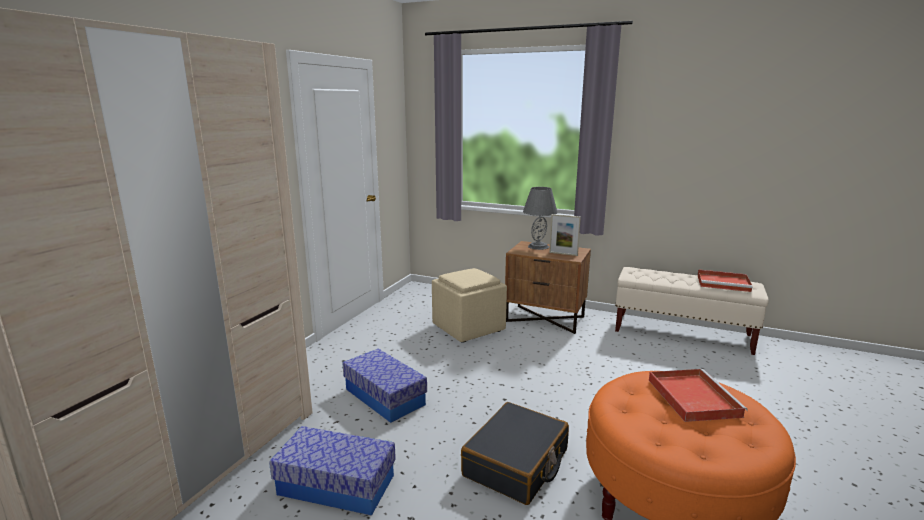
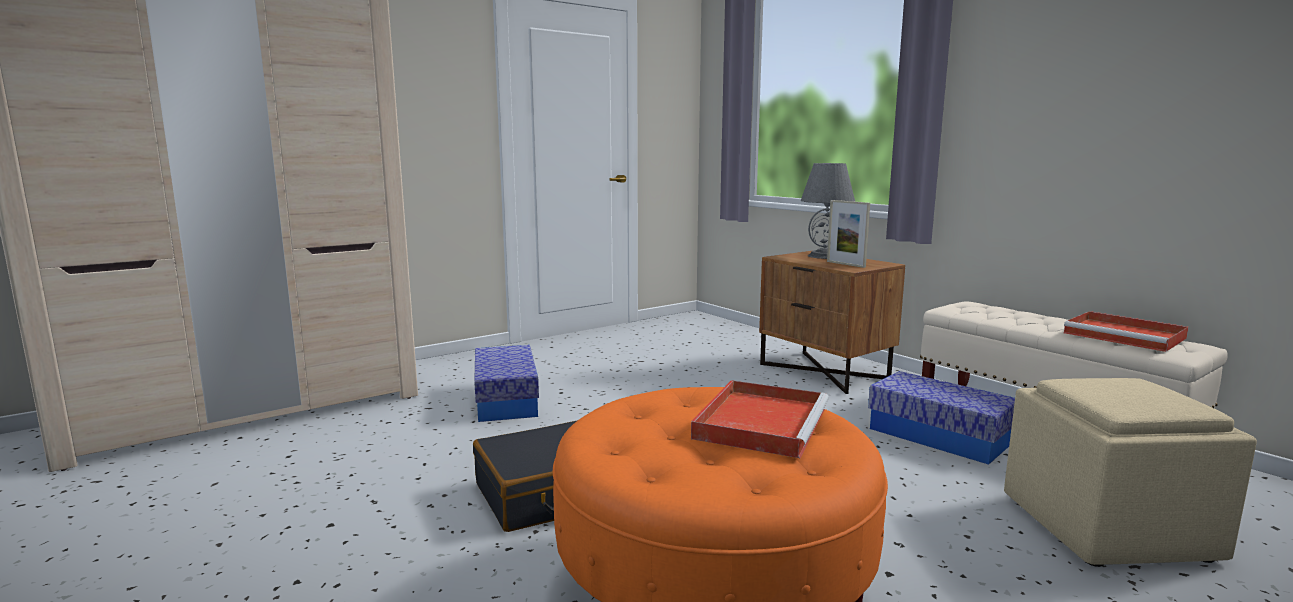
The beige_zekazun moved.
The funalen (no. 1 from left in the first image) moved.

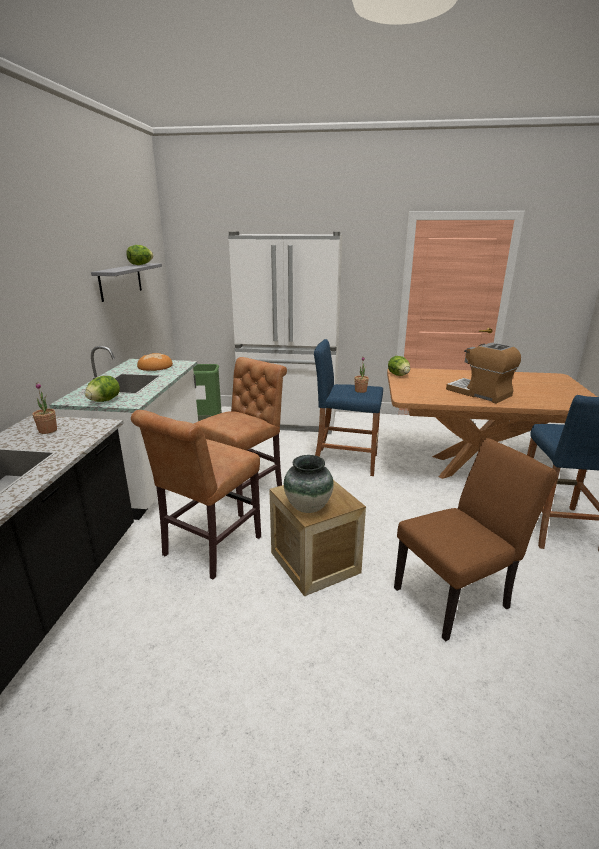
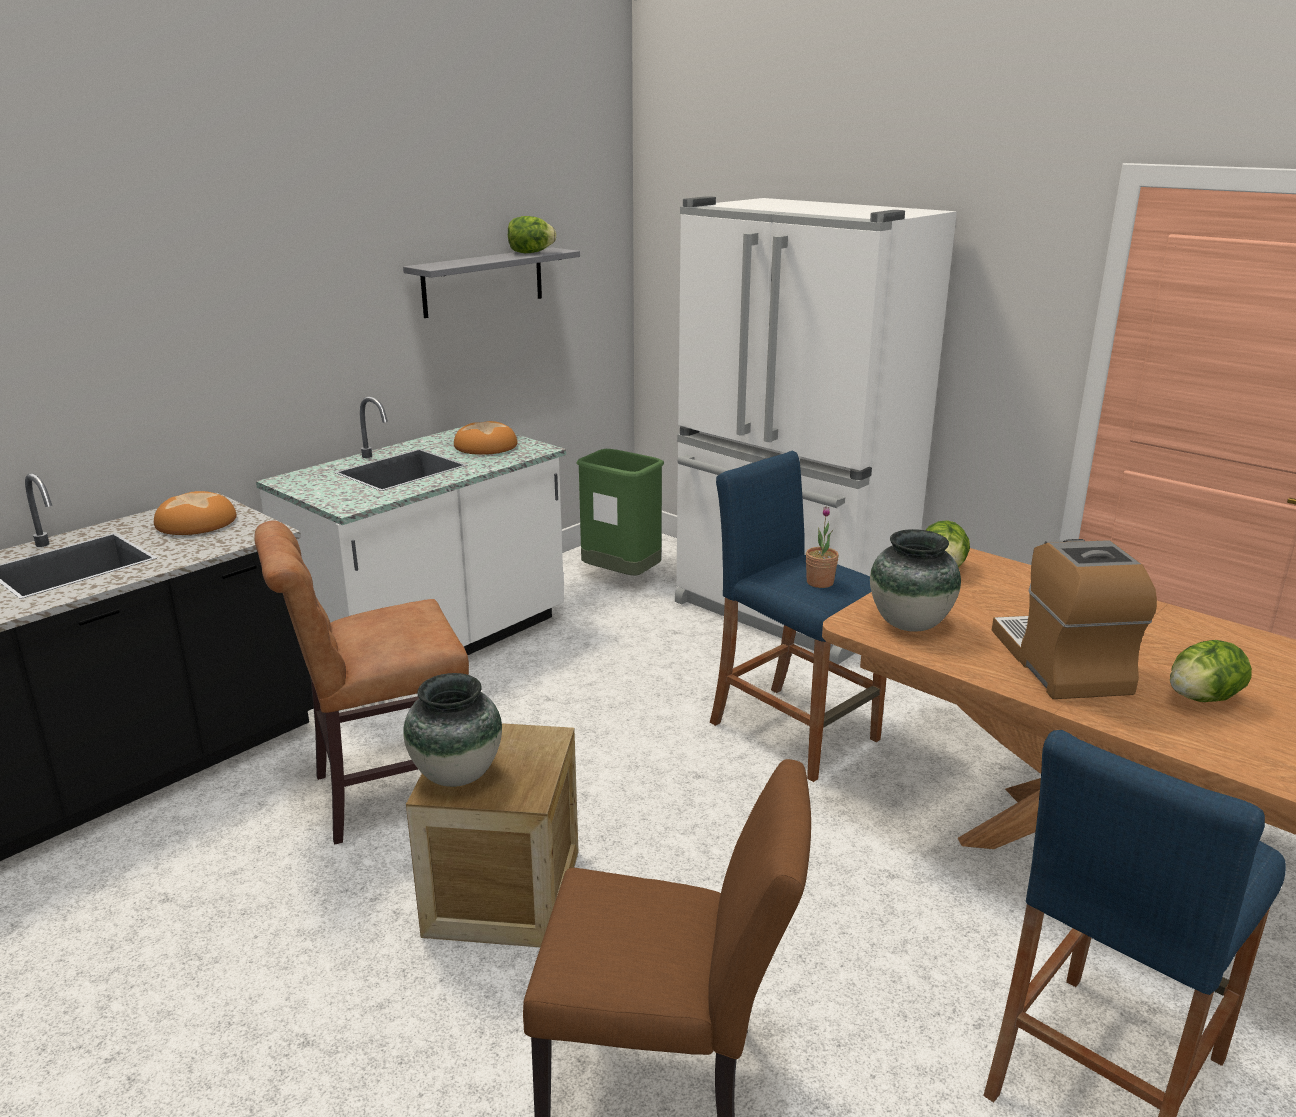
The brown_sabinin (no. 2 from left) disappeared.
The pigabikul (no. 1 from left in the first image) moved.
The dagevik (no. 1 from left) was replaced by the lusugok (no. 1 from left).
The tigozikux (no. 2 from left) appeared.

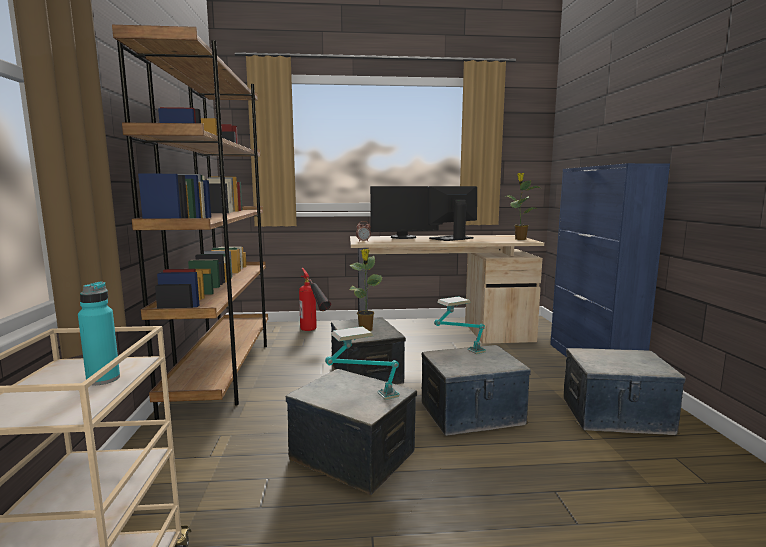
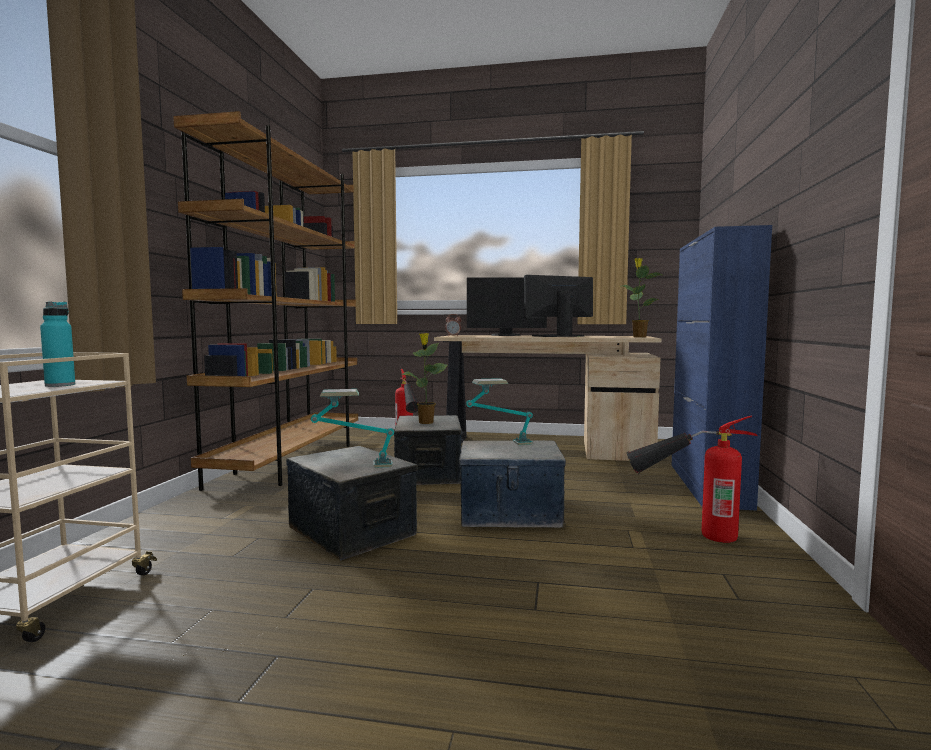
The funalen (no. 4 from left) was replaced by the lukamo (no. 2 from left).

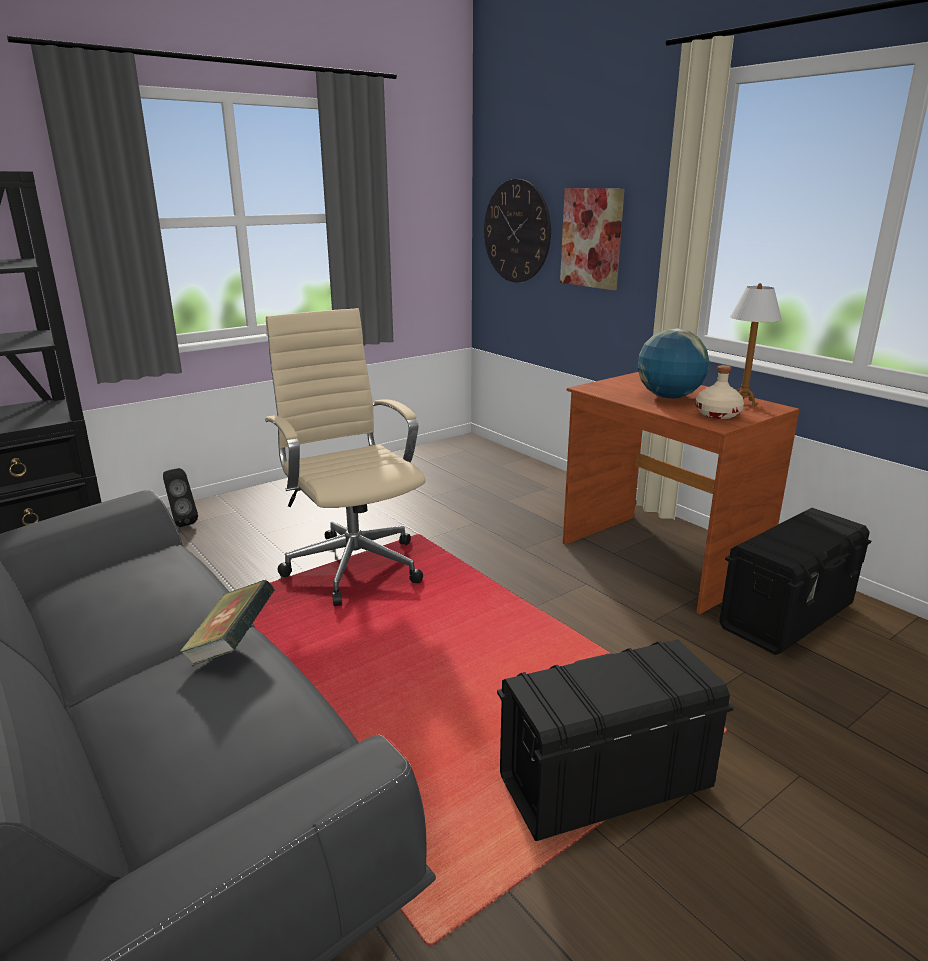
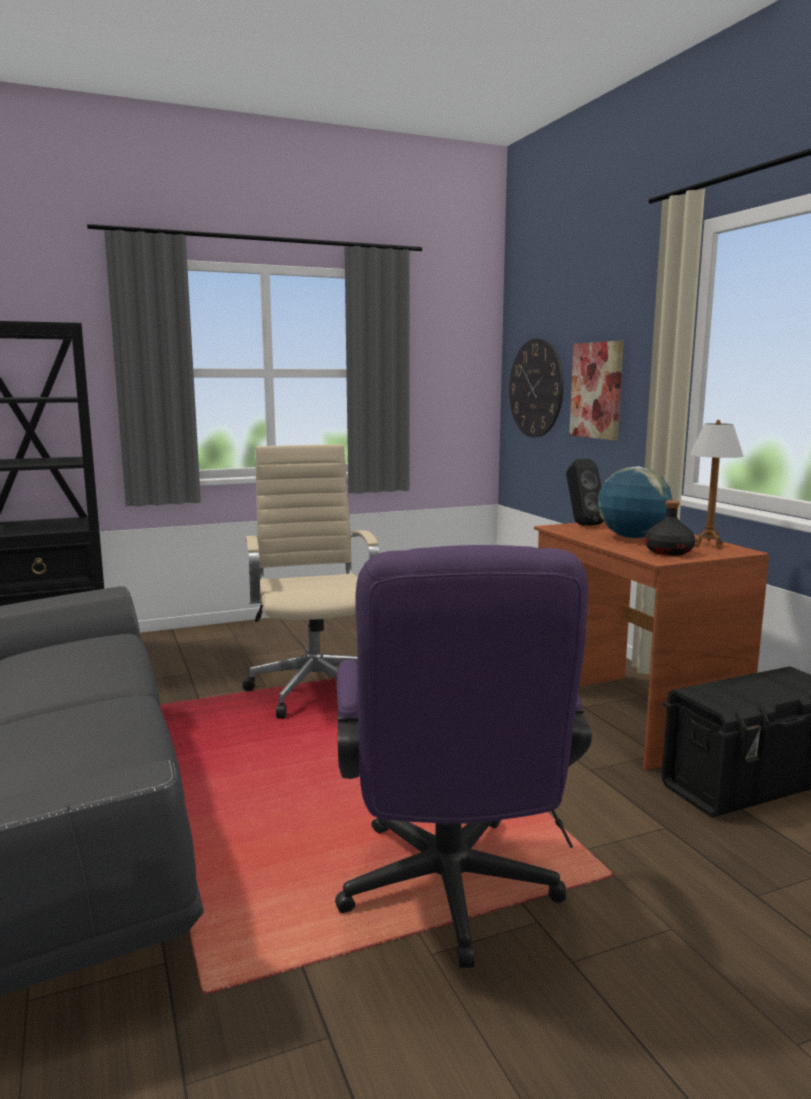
The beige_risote became the black_risote.
The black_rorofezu moved.
The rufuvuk disappeared.
The black_funalen (no. 1 from left) was replaced by the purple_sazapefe.

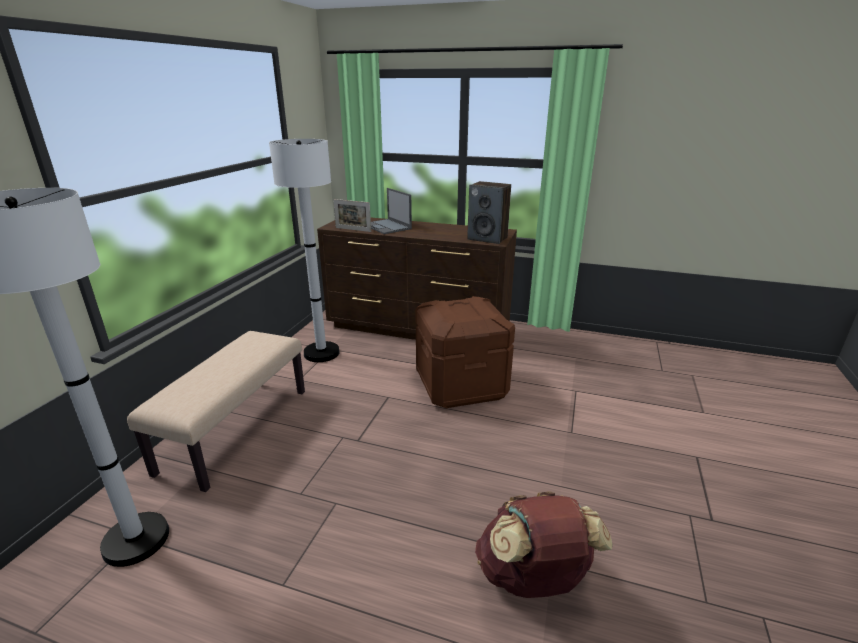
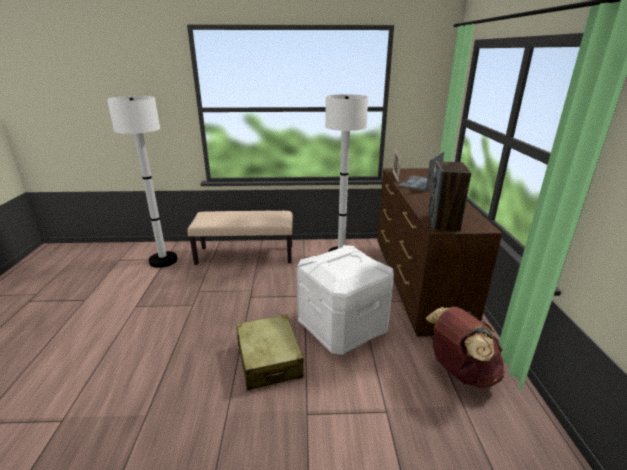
The brown_funalen became the white_funalen.
The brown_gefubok moved.
The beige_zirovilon appeared.

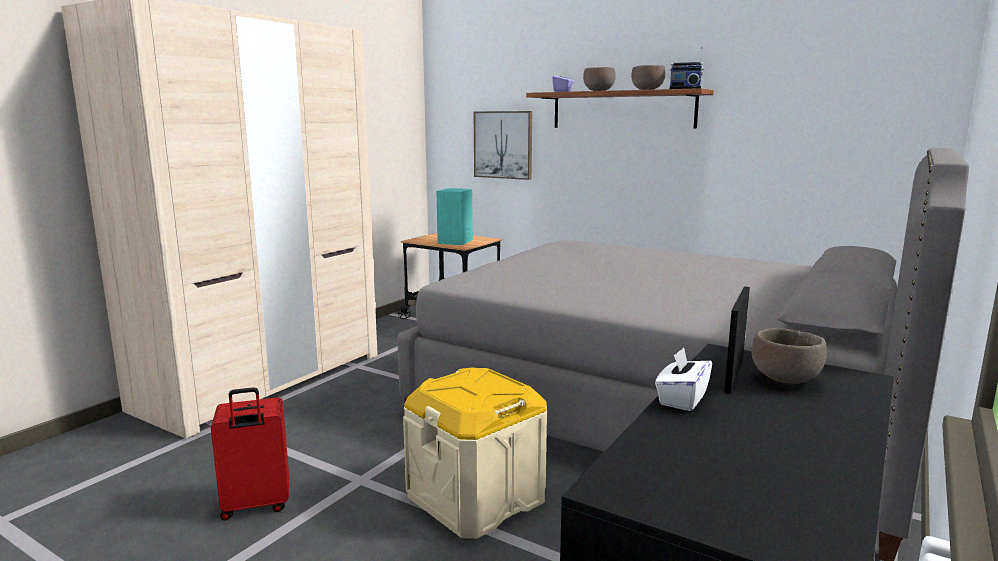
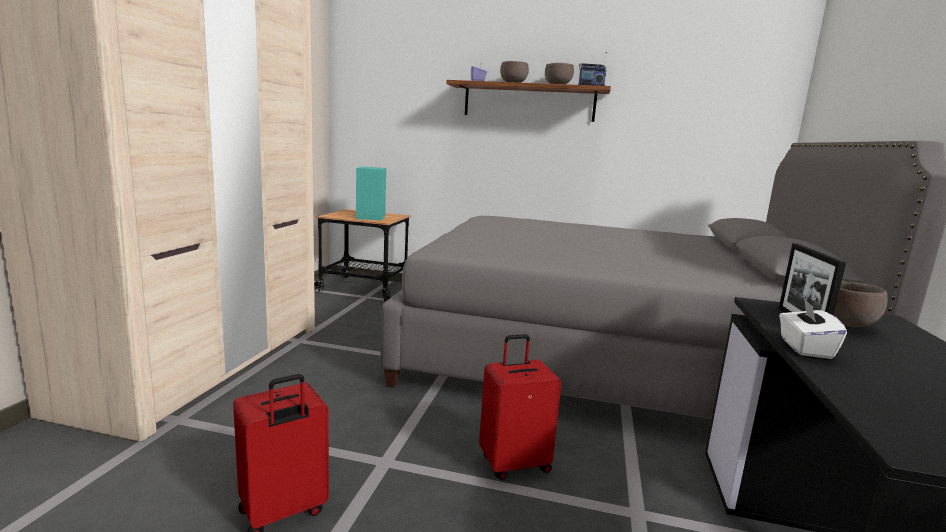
The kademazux disappeared.
The beige_funalen was replaced by the red_zirovilon (no. 2 from left).

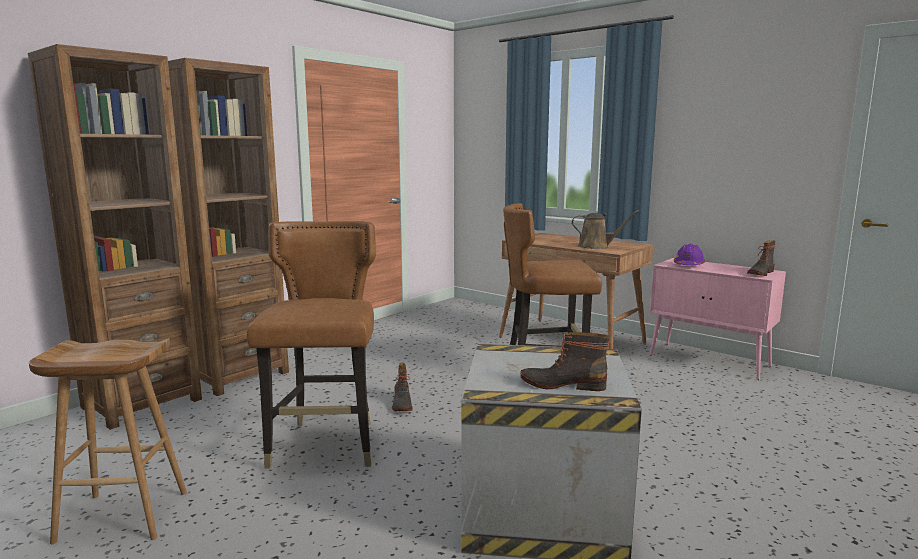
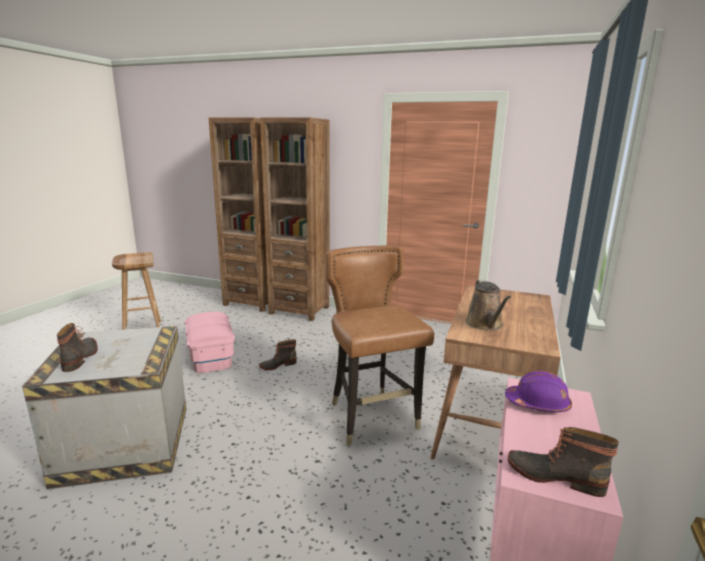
The brown_sabinin (no. 1 from left) was replaced by the pink_funalen.

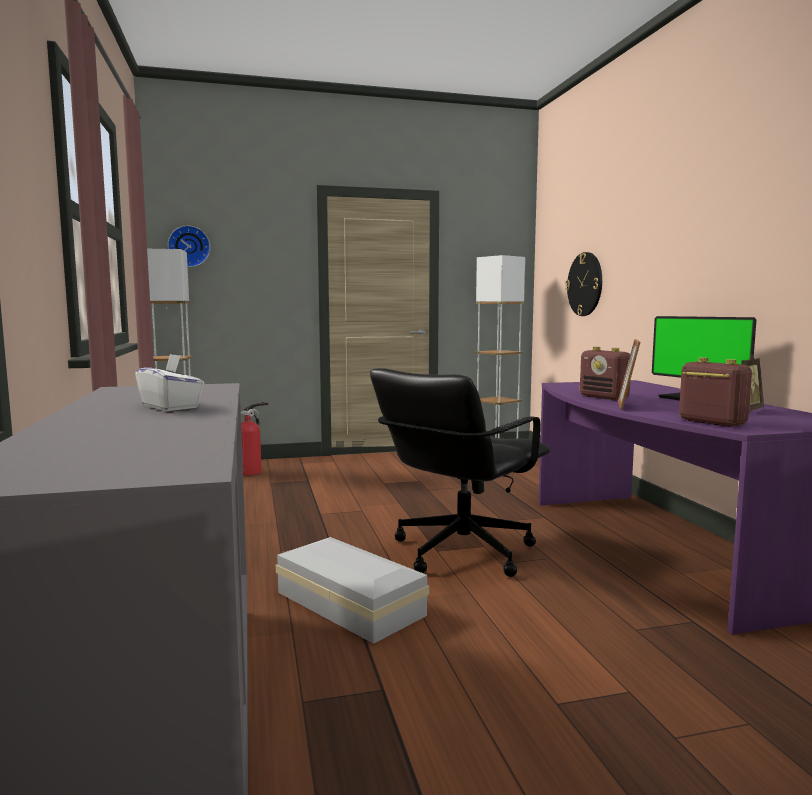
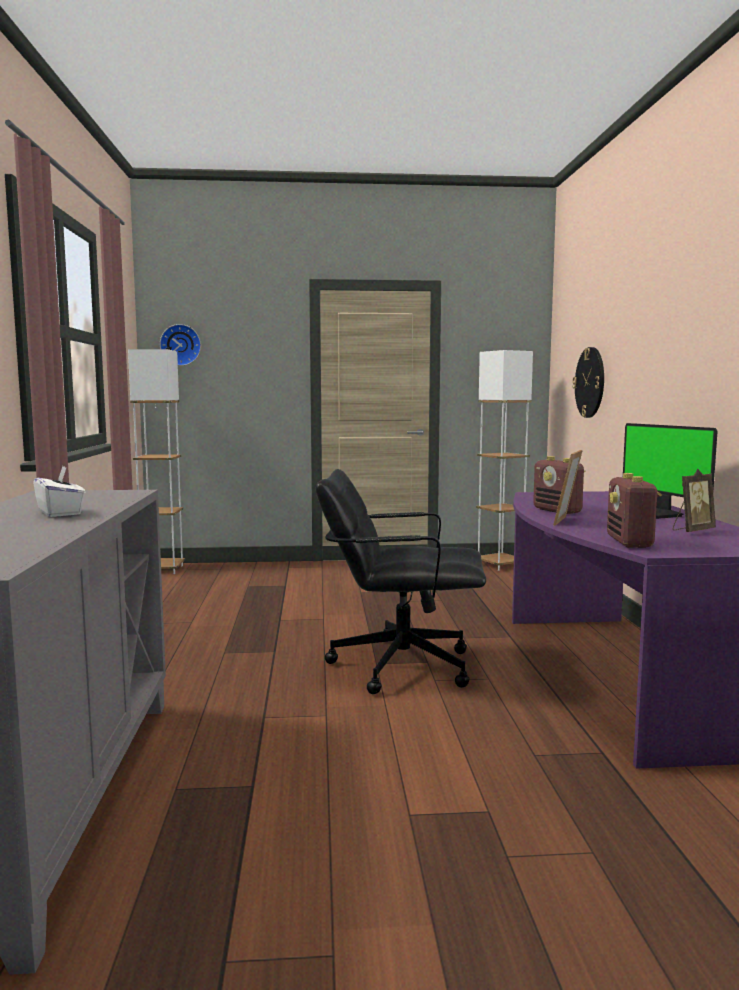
The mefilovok (no. 2 from left) turned 150 degrees counterclockwise.
The black_sazapefe turned 45 degrees clockwise.
The lukamo disappeared.
The white_funalen disappeared.

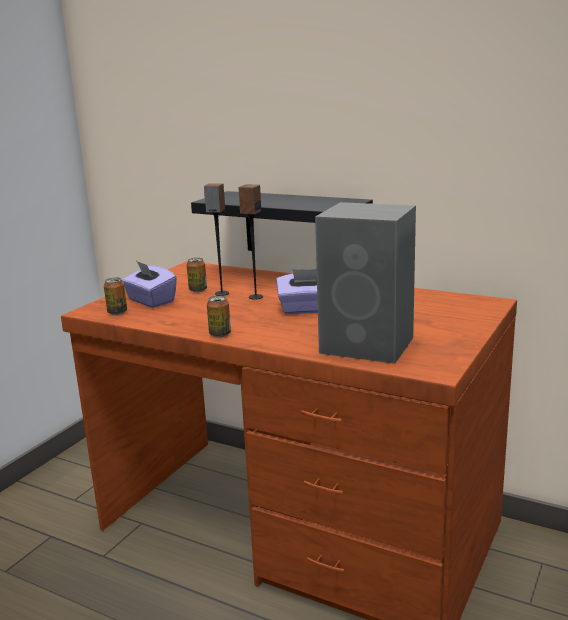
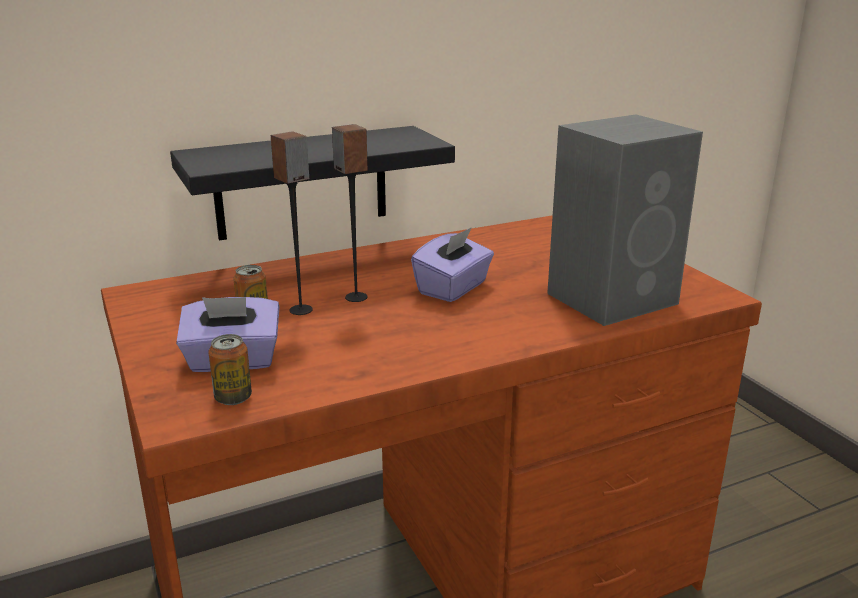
The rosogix (no. 3 from left) disappeared.

